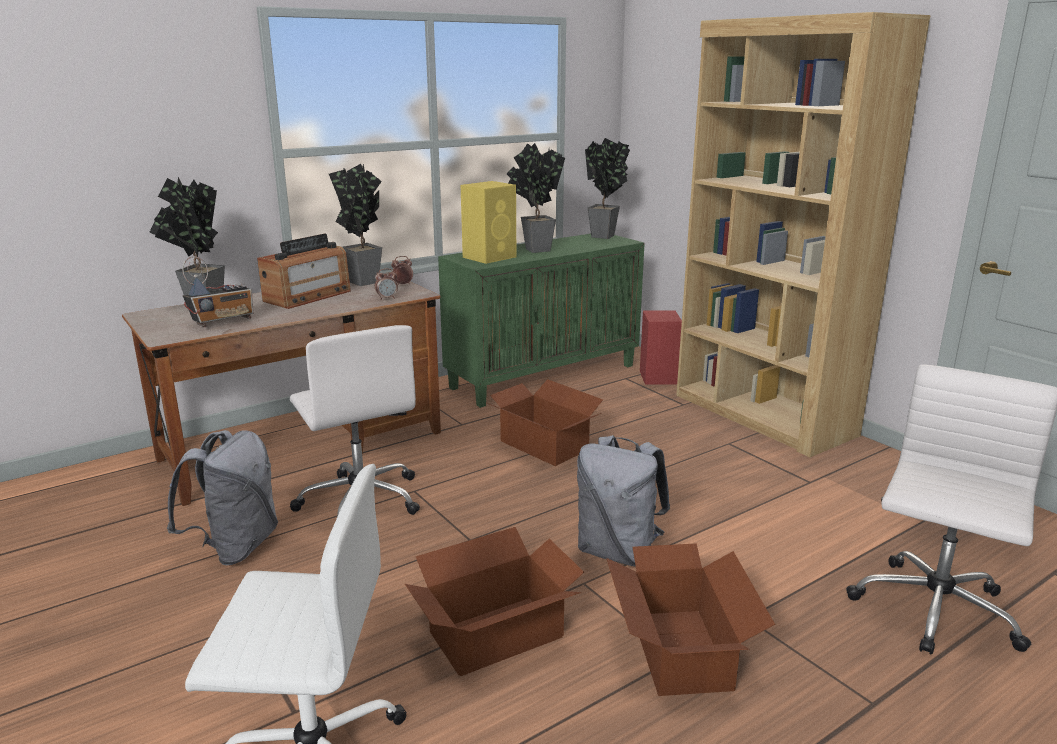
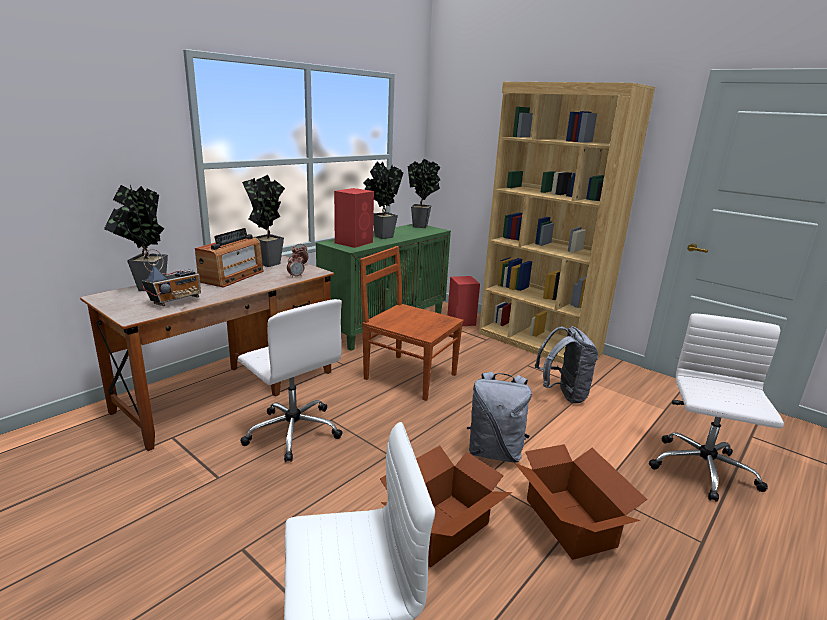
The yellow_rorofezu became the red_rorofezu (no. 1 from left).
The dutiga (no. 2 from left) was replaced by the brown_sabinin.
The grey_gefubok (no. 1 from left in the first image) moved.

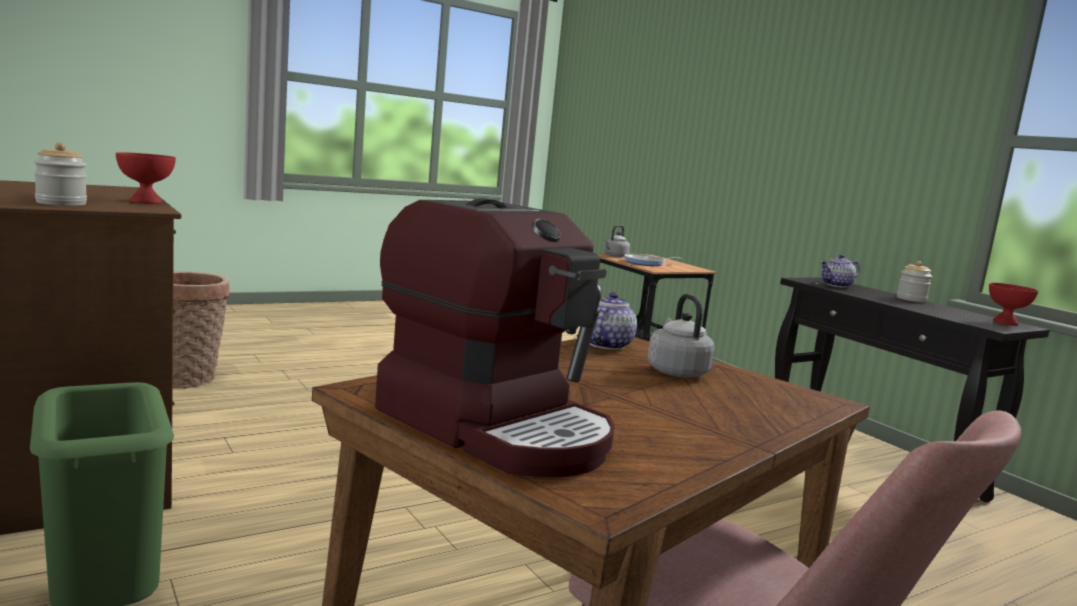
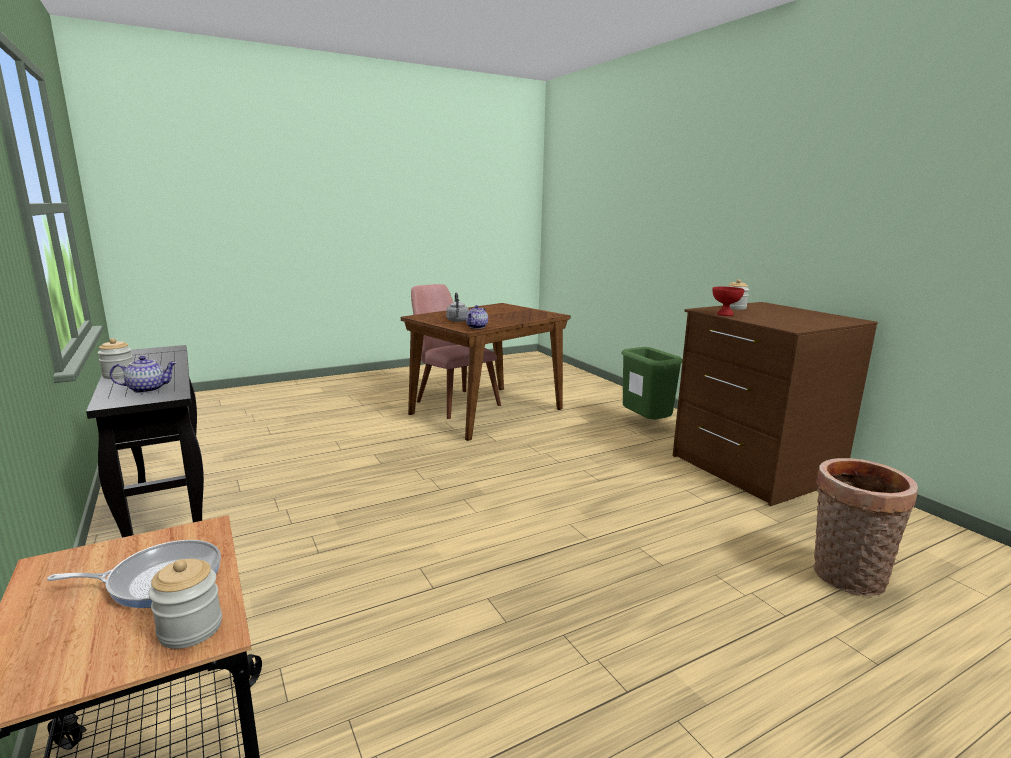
The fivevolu disappeared.
The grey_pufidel (no. 1 from left) was replaced by the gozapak (no. 2 from left).
The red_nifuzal (no. 2 from left) disappeared.

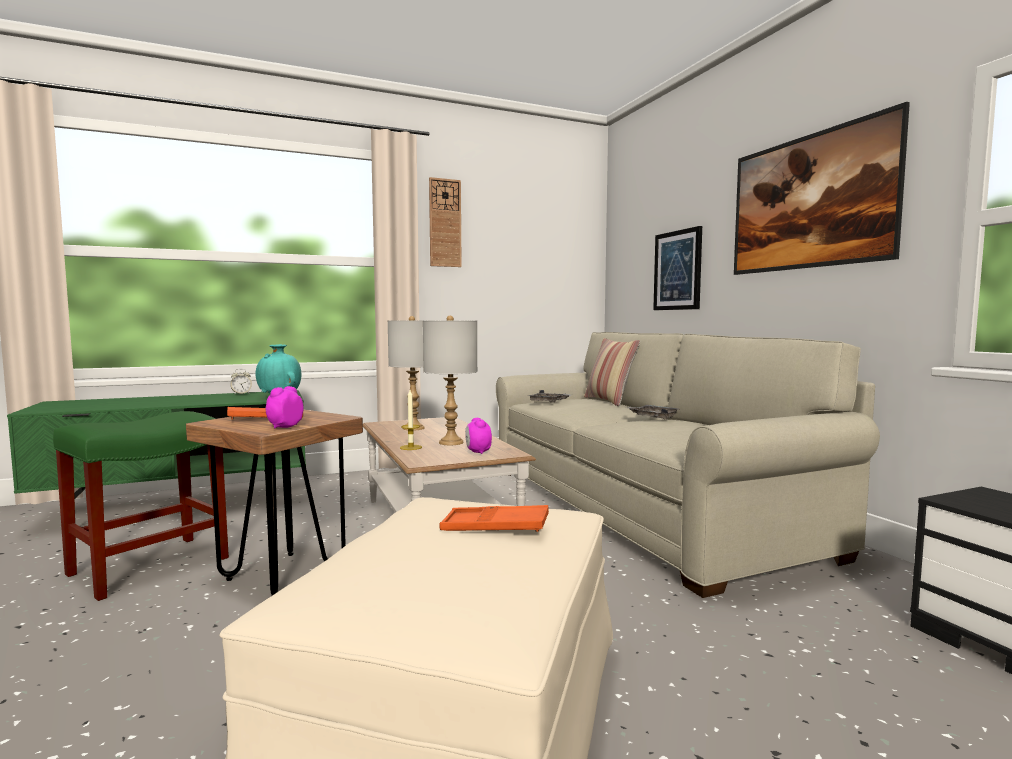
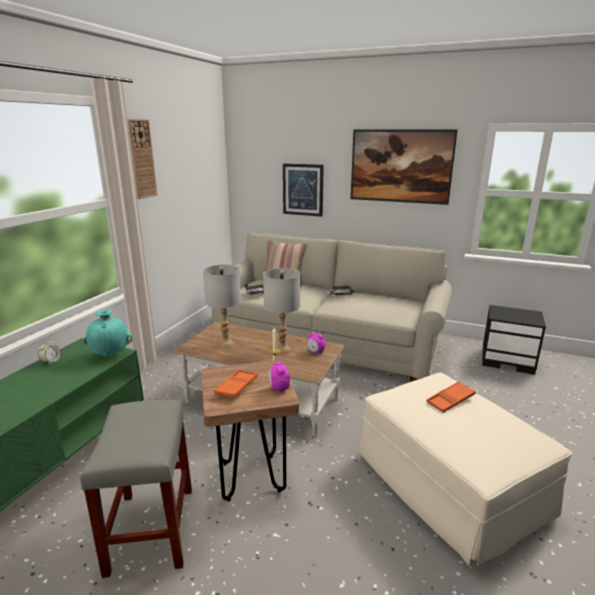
The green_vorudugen became the grey_vorudugen.

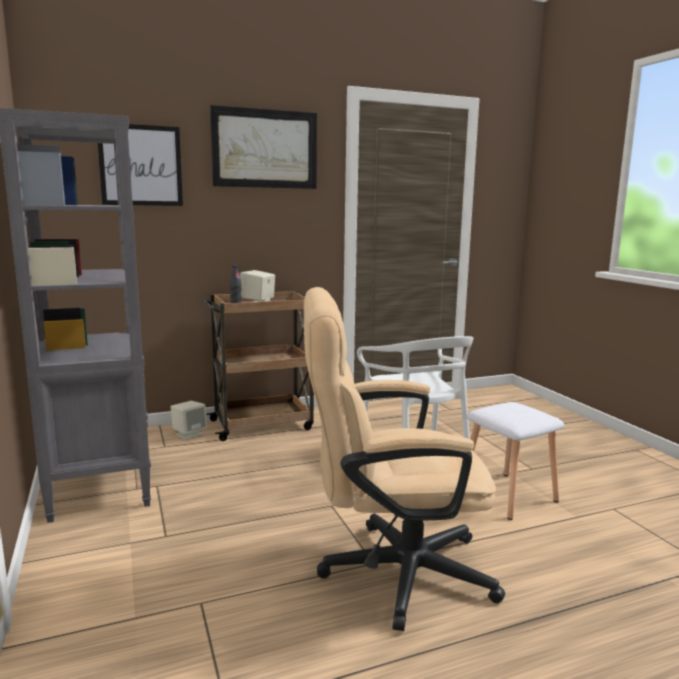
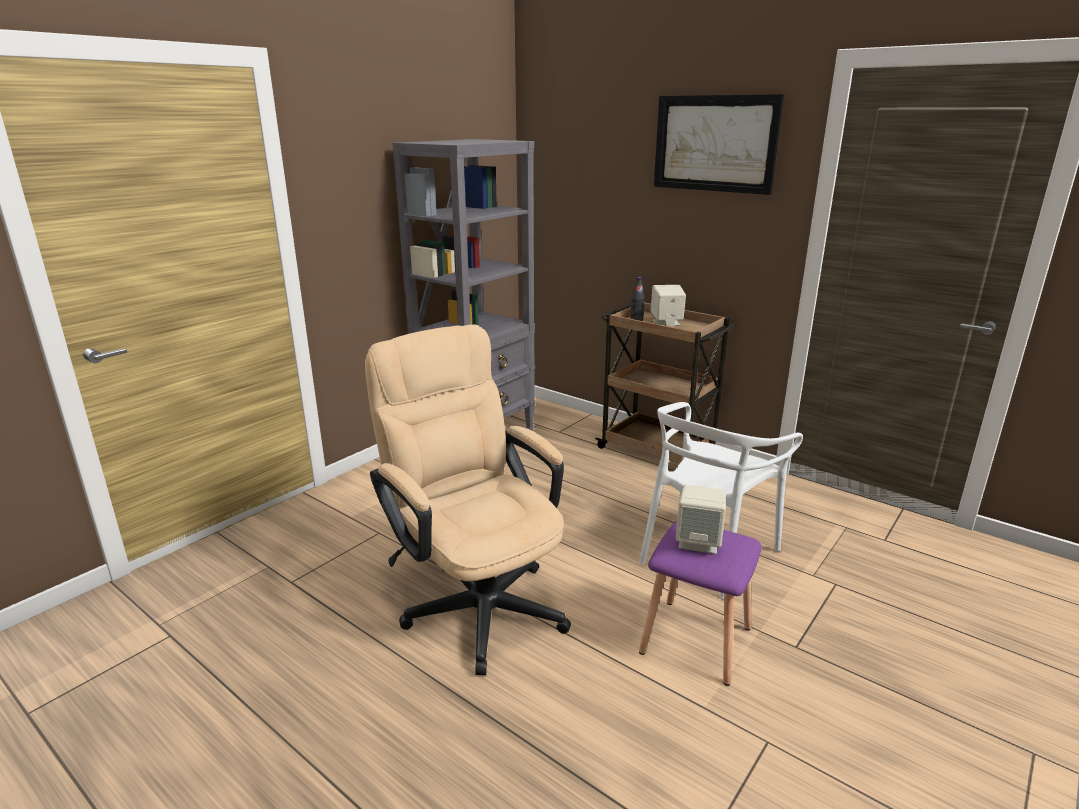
The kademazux (no. 1 from left) disappeared.
The beige_rorofezu (no. 1 from left in the first image) moved.
The white_vorudugen became the purple_vorudugen.

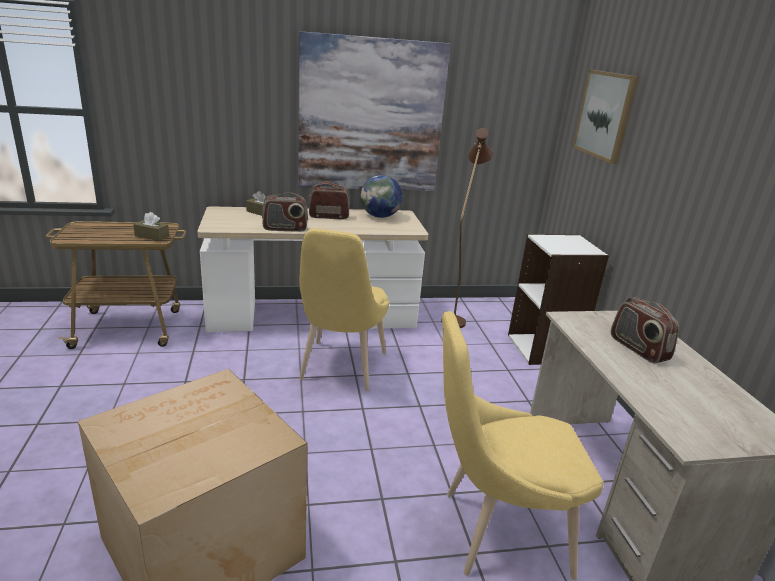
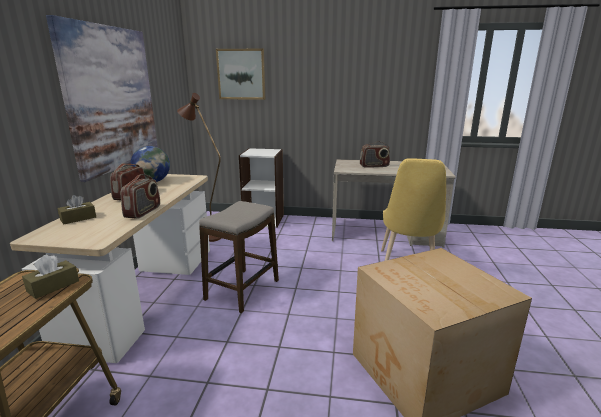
The yellow_sabinin (no. 1 from left) was replaced by the vorudugen.

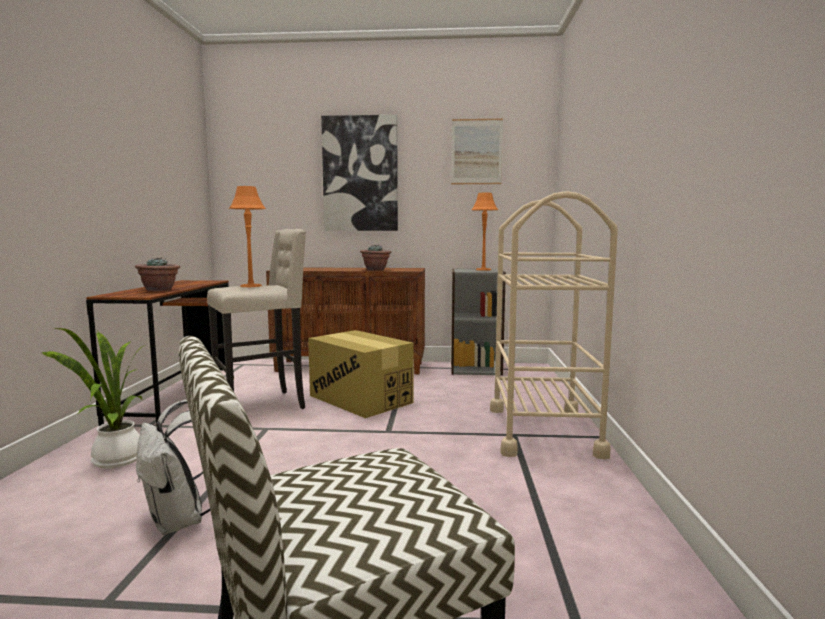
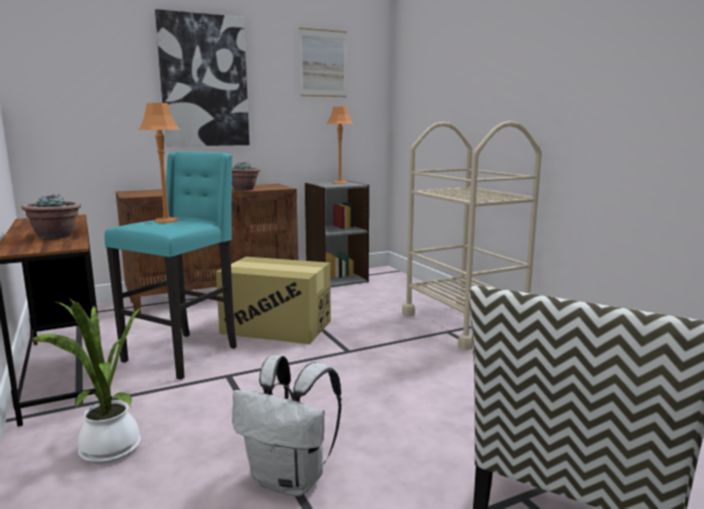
The beige_vorudugen became the turquoise_vorudugen.

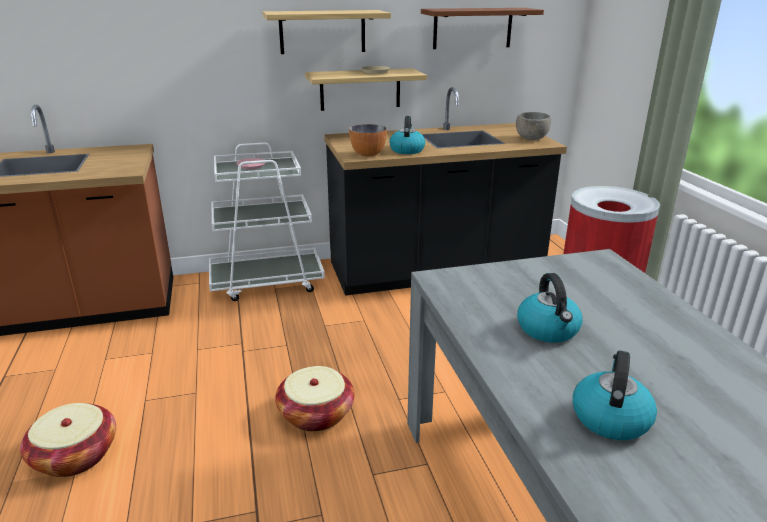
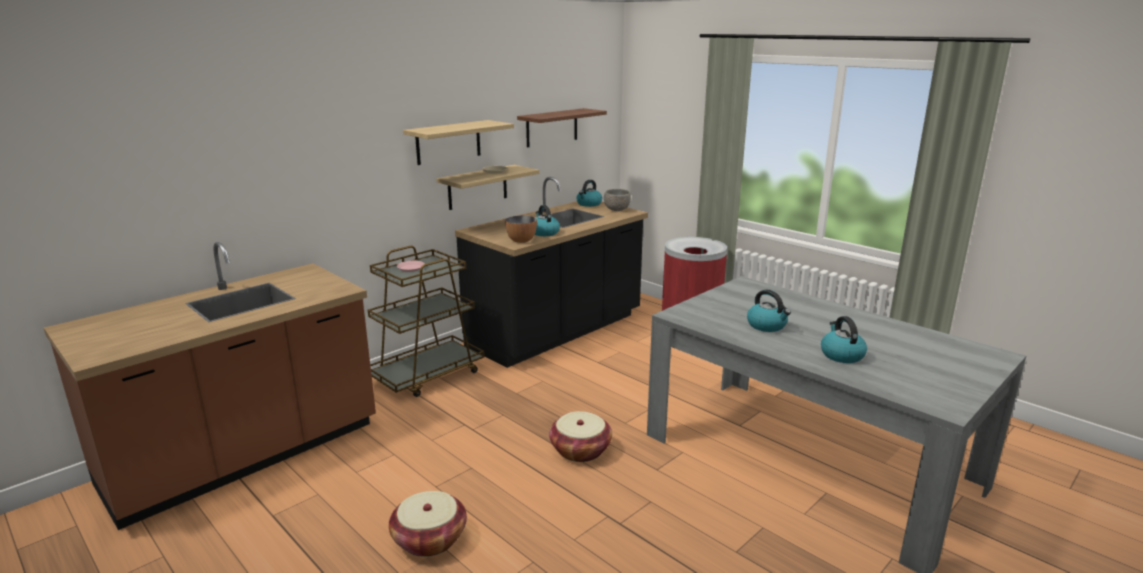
The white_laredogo became the brown_laredogo.
The pufidel (no. 2 from left) appeared.

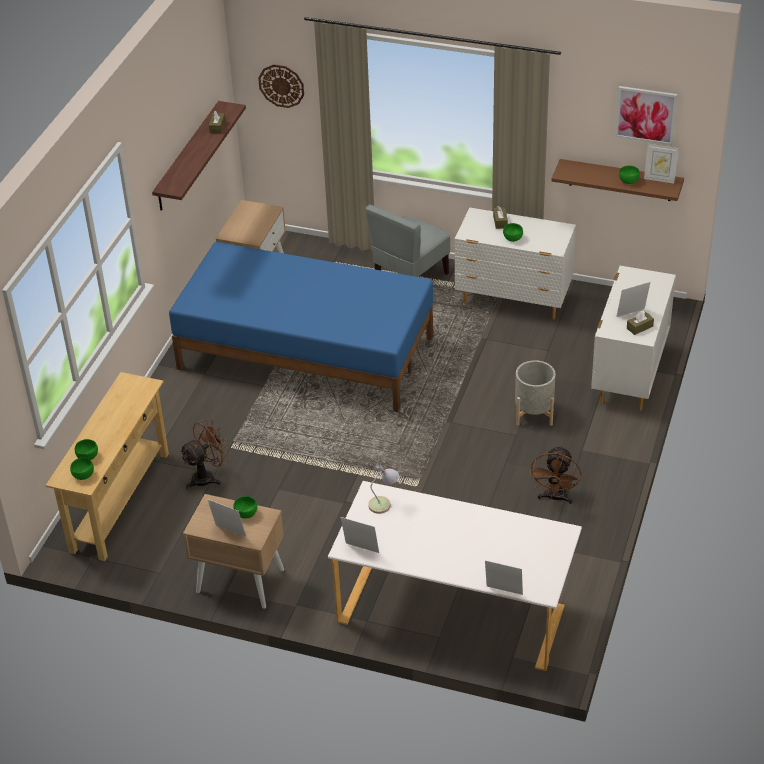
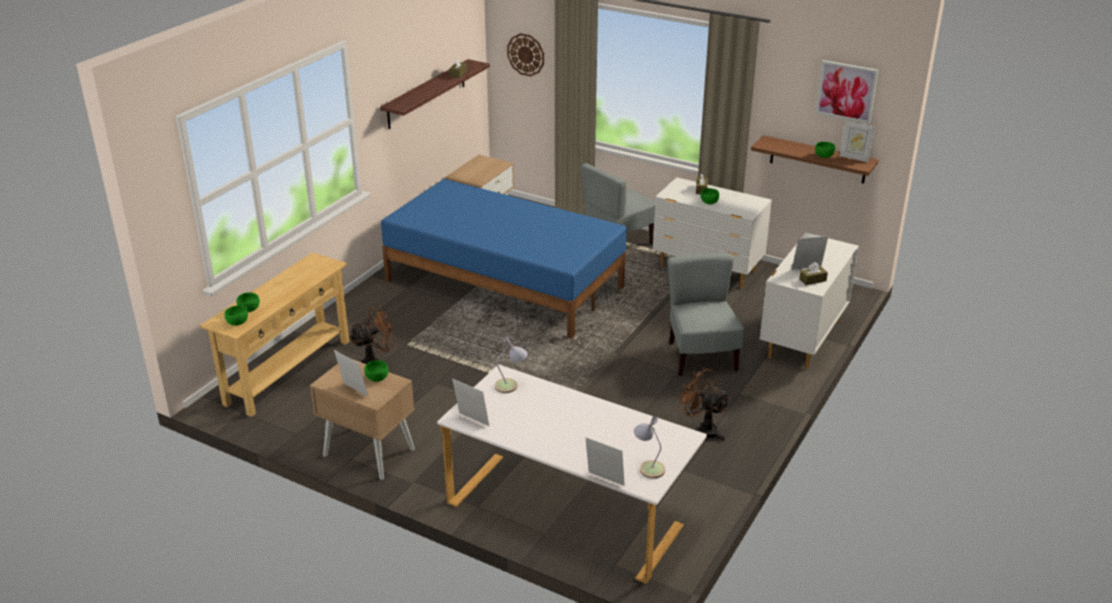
The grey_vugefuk was replaced by the grey_sabinin (no. 2 from left).
The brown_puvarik (no. 2 from left) turned 105 degrees clockwise.
The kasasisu (no. 2 from left) appeared.

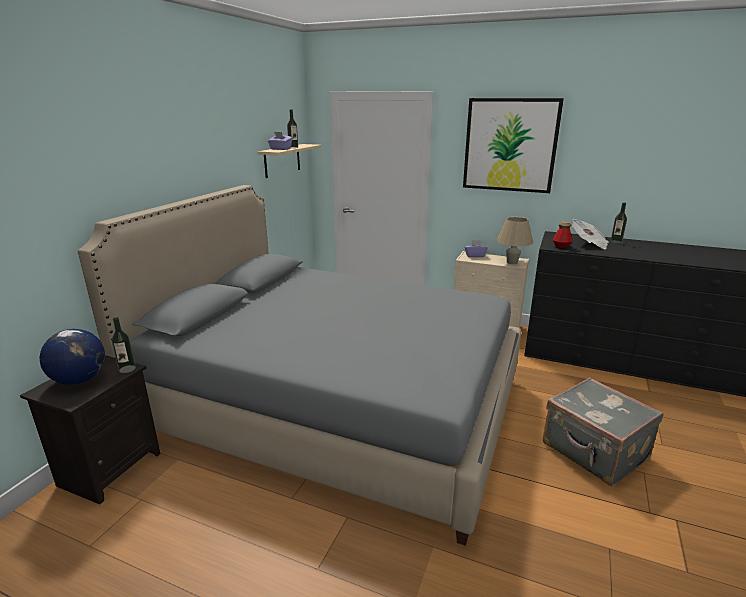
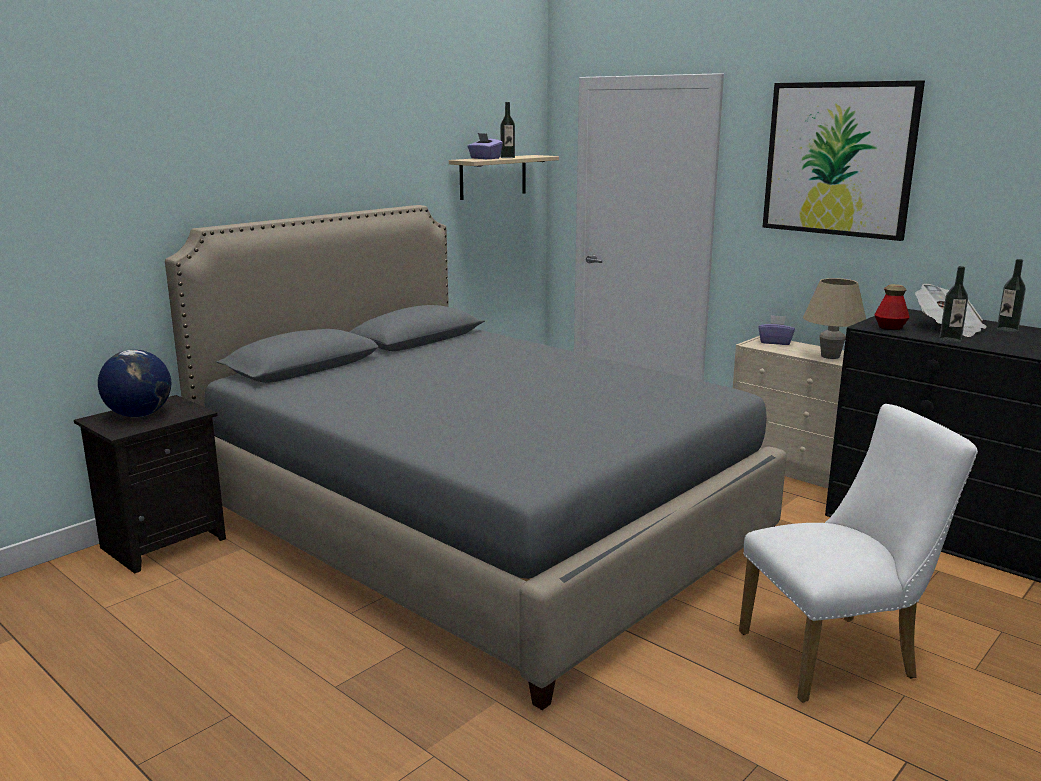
The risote (no. 1 from left in the first image) moved.
The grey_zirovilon was replaced by the white_sabinin.

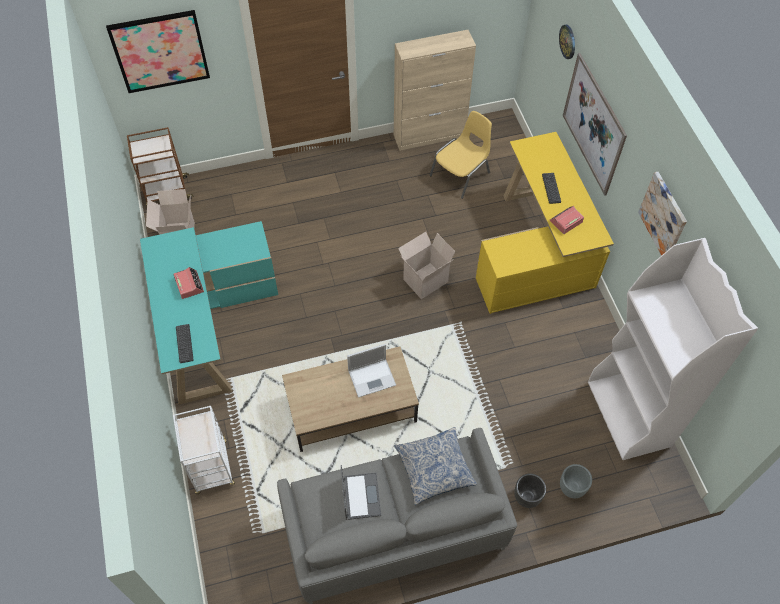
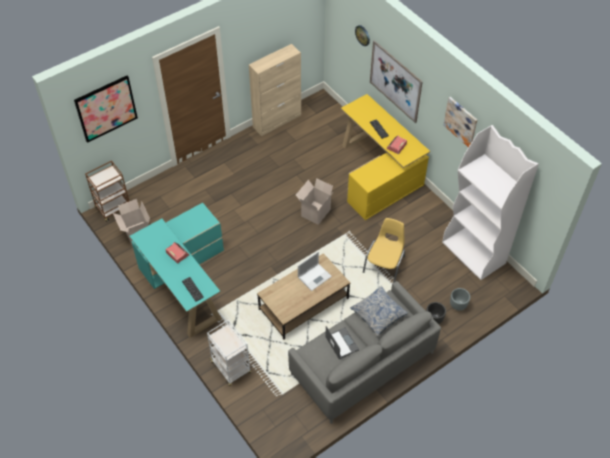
The yellow_sabinin moved.

